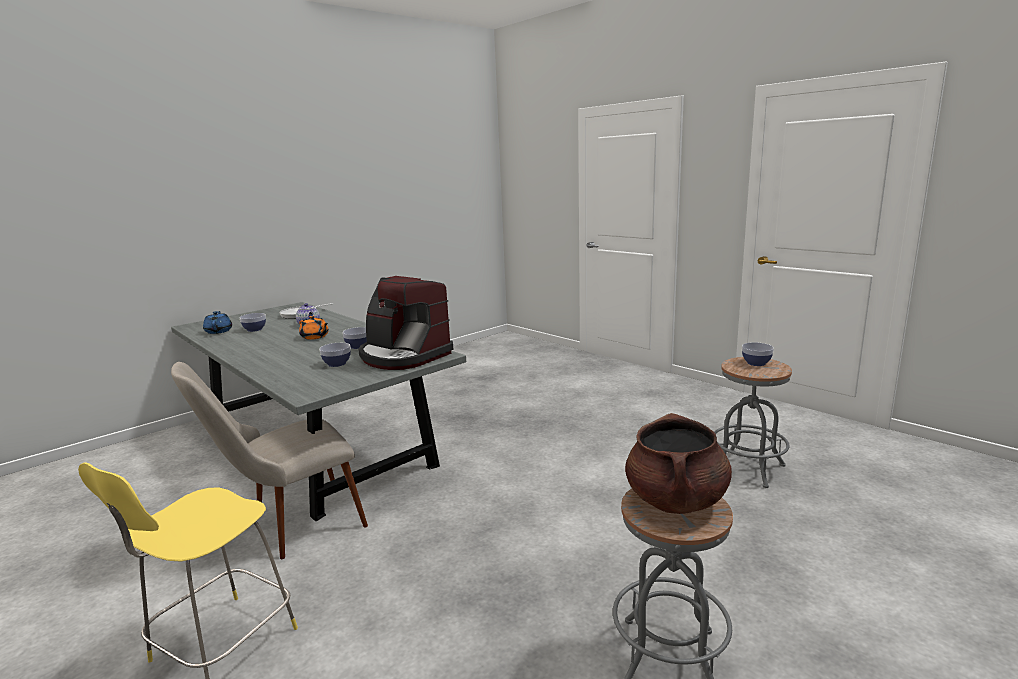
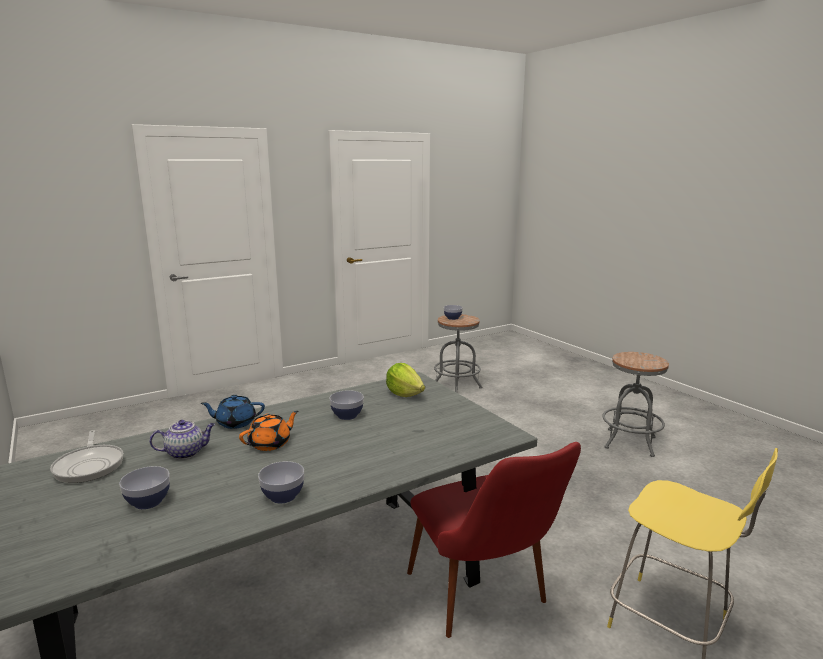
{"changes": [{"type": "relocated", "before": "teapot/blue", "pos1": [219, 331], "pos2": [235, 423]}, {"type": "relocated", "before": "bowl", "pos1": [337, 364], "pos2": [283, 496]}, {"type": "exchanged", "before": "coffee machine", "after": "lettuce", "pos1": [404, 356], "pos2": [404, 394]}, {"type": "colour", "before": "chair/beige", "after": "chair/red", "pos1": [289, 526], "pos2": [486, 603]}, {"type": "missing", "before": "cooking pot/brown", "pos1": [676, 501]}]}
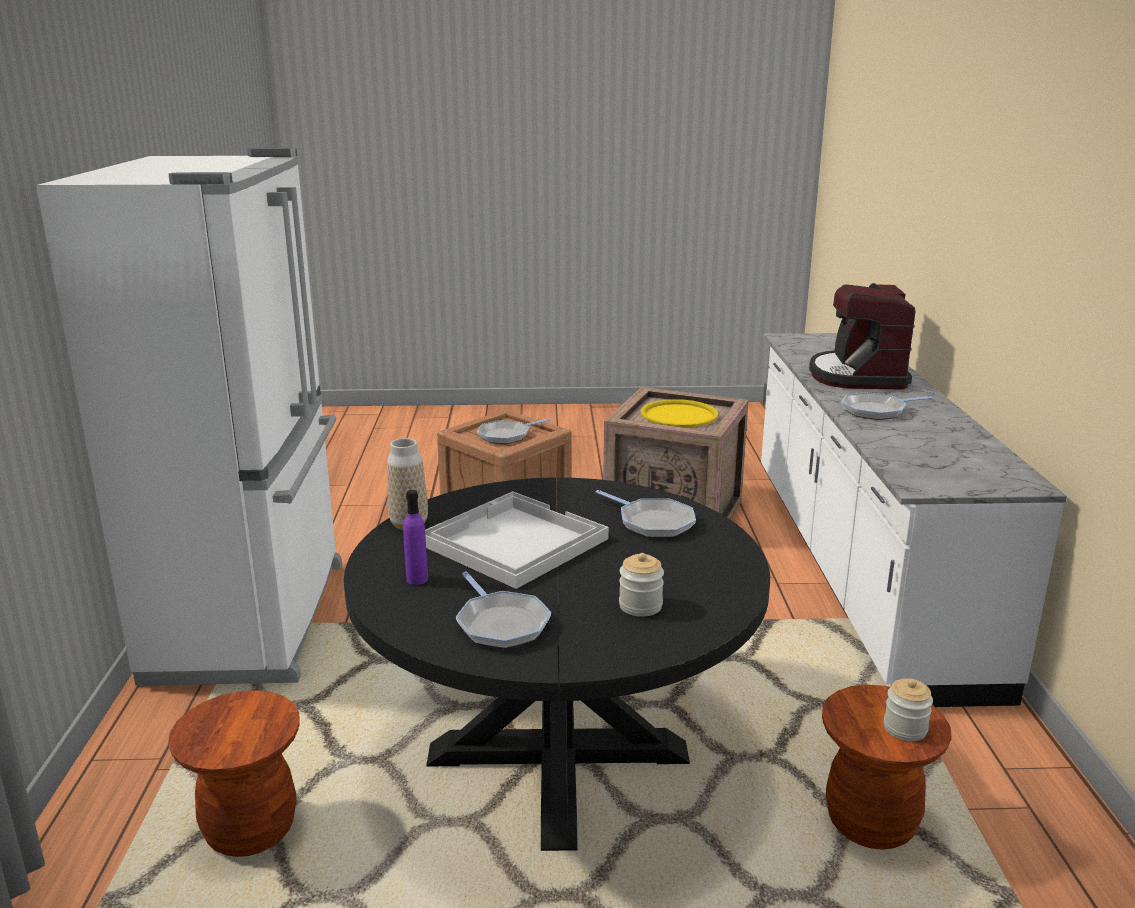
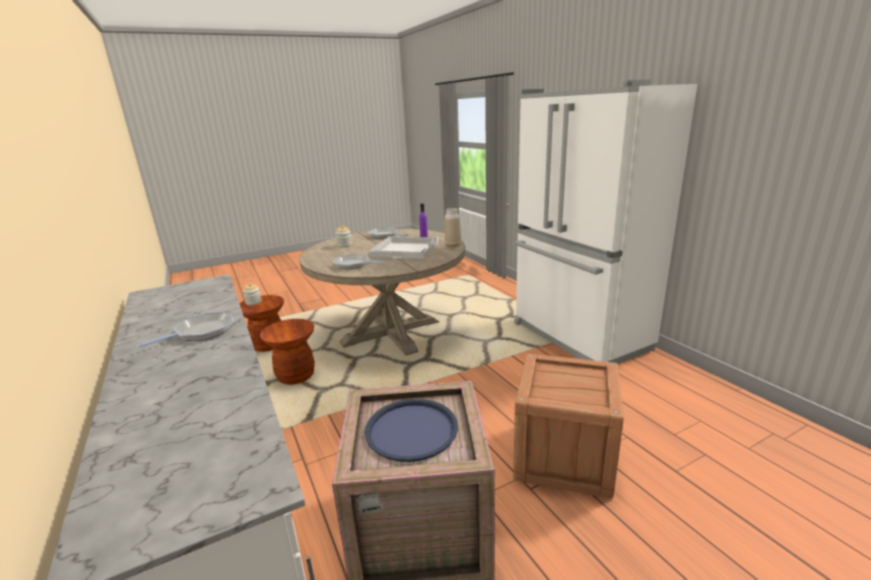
{"changes": [{"type": "relocated", "before": "stool/brown", "pos1": [250, 829], "pos2": [296, 376]}, {"type": "colour", "before": "dining table/black", "after": "dining table/beige", "pos1": [558, 755], "pos2": [391, 332]}, {"type": "colour", "before": "tray/yellow", "after": "tray/blue", "pos1": [679, 415], "pos2": [411, 430]}, {"type": "missing", "before": "frying pan", "pos1": [506, 435]}, {"type": "missing", "before": "coffee machine", "pos1": [857, 376]}]}
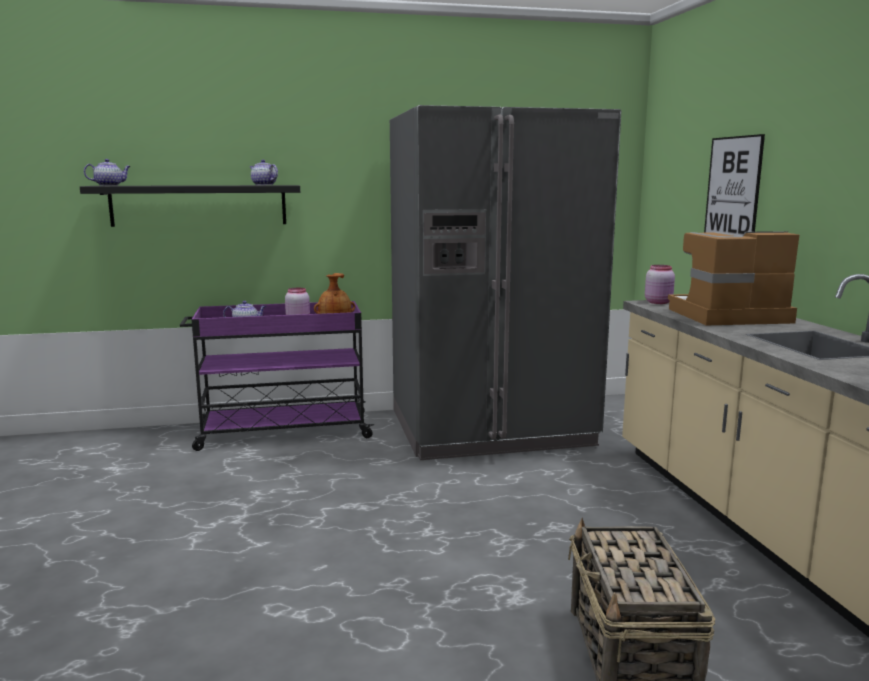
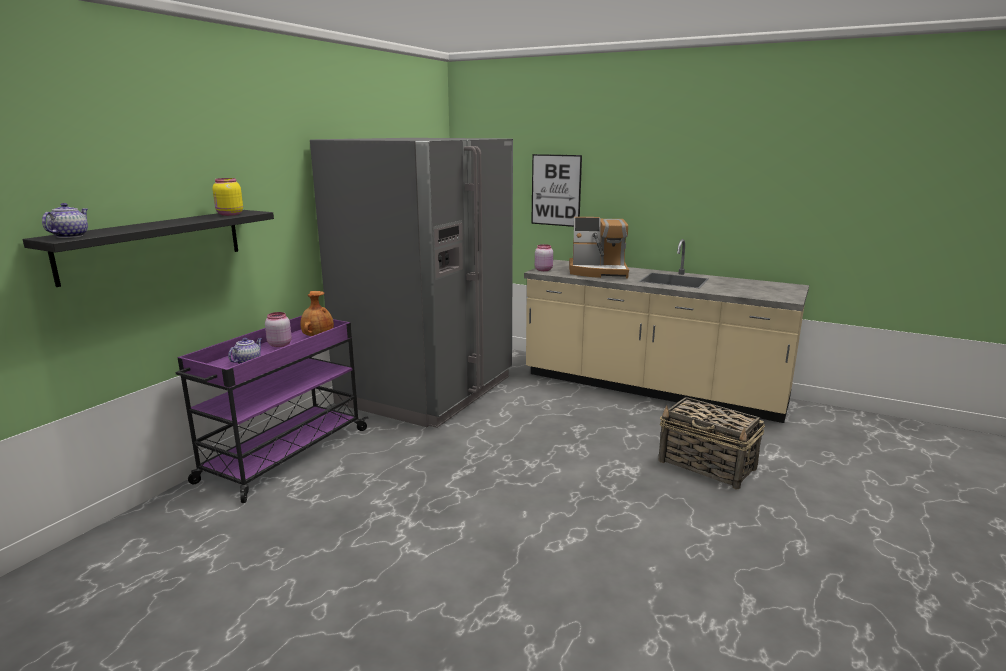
{"changes": [{"type": "exchanged", "before": "teapot", "after": "jar/yellow", "pos1": [263, 185], "pos2": [229, 214]}, {"type": "spun", "before": "coffee machine", "pos1": [727, 316], "pos2": [598, 272], "turn": -120}]}
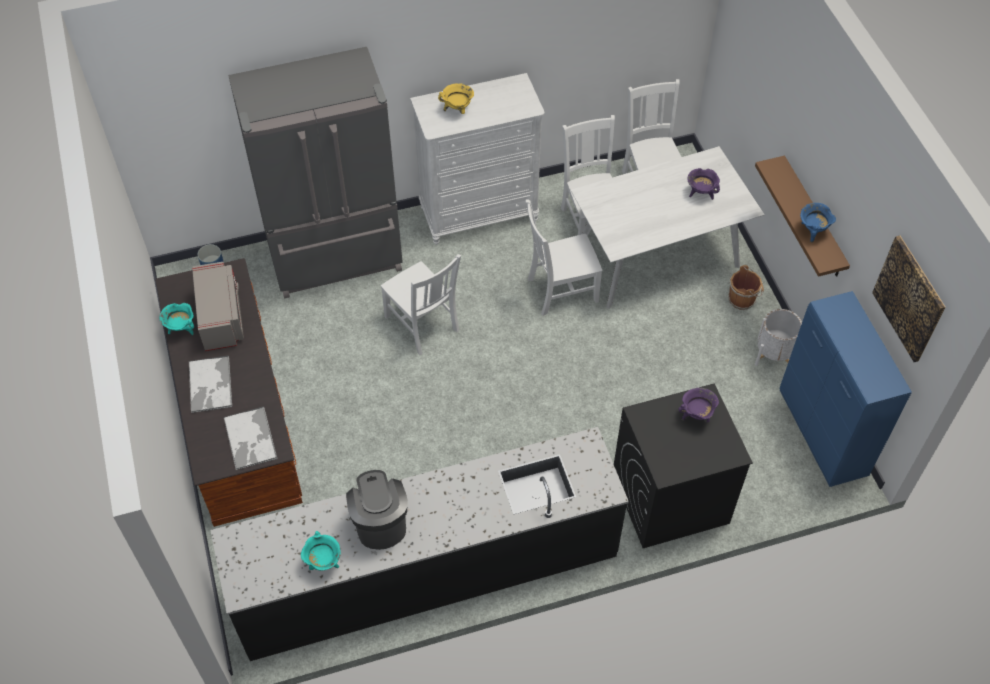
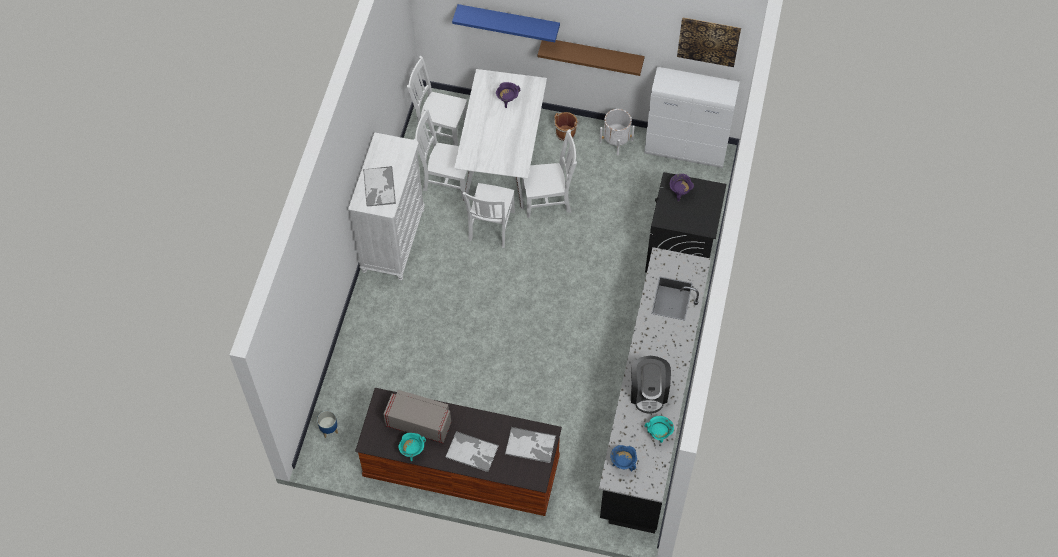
{"changes": [{"type": "exchanged", "before": "cooking pot/yellow", "after": "tray", "pos1": [457, 109], "pos2": [379, 187]}, {"type": "appeared", "after": "shelf/blue", "pos2": [508, 20]}, {"type": "relocated", "before": "chair/white", "pos1": [423, 325], "pos2": [548, 200]}, {"type": "relocated", "before": "cooking pot/blue", "pos1": [812, 231], "pos2": [623, 463]}, {"type": "spun", "before": "coffee machine", "pos1": [379, 522], "pos2": [648, 392], "turn": -105}, {"type": "colour", "before": "cabinet/blue", "after": "cabinet/white", "pos1": [823, 434], "pos2": [686, 150]}, {"type": "missing", "before": "fridge/grey", "pos1": [336, 258]}]}
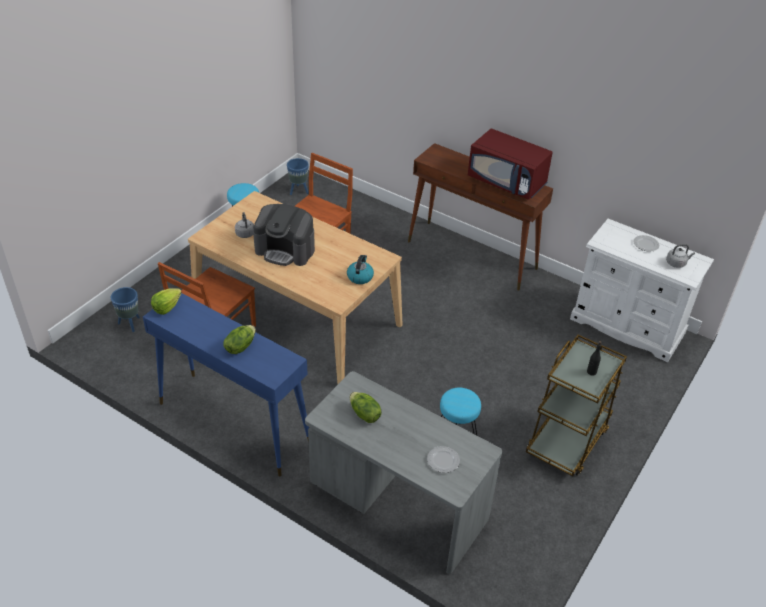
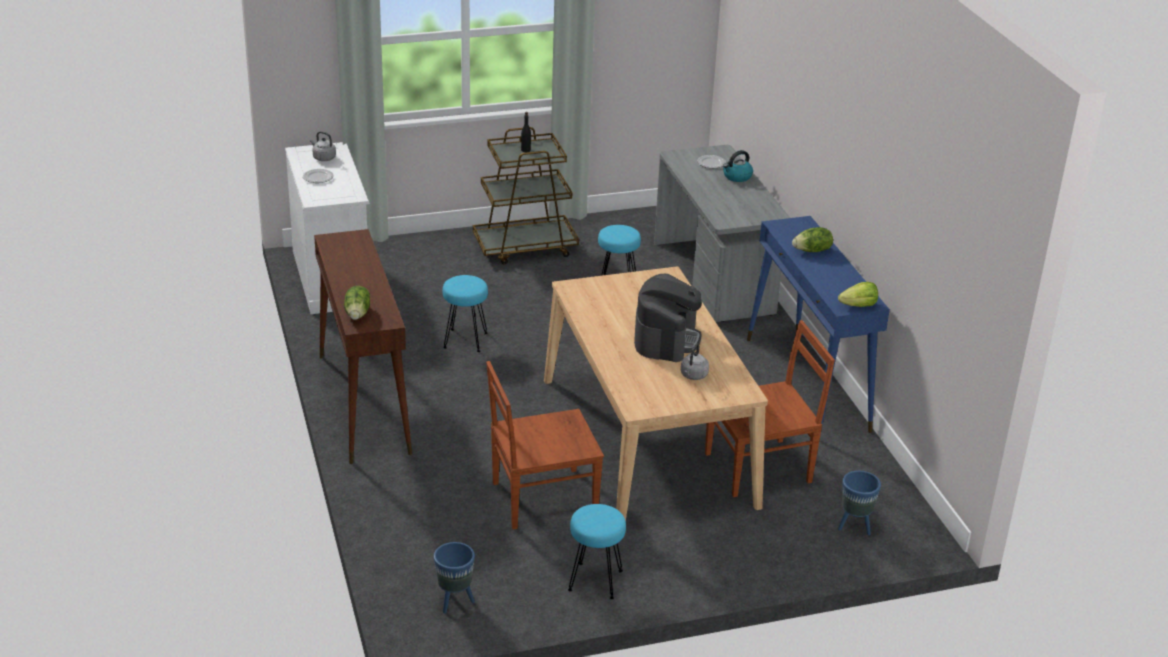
{"changes": [{"type": "relocated", "before": "lettuce", "pos1": [364, 414], "pos2": [358, 314]}, {"type": "appeared", "after": "stool/turquoise", "pos2": [465, 340]}, {"type": "spun", "before": "coffee machine", "pos1": [285, 250], "pos2": [666, 339], "turn": 45}, {"type": "relocated", "before": "kettle", "pos1": [360, 277], "pos2": [737, 177]}, {"type": "missing", "before": "microwave/red", "pos1": [507, 182]}]}
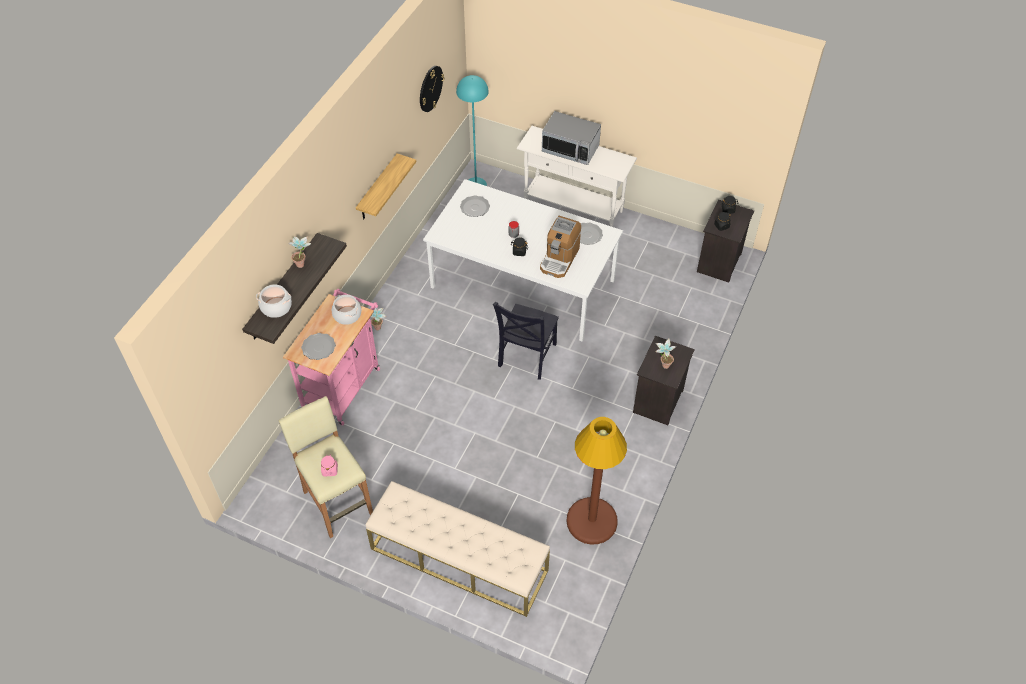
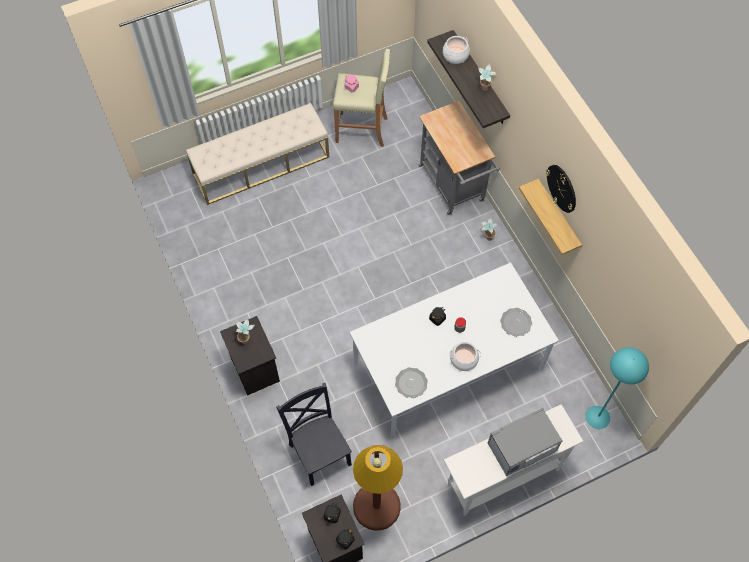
{"changes": [{"type": "relocated", "before": "chair/black", "pos1": [526, 357], "pos2": [319, 451]}, {"type": "relocated", "before": "floor lamp/brown", "pos1": [591, 521], "pos2": [376, 506]}, {"type": "colour", "before": "cart/pink", "after": "cart/grey", "pos1": [344, 384], "pos2": [453, 187]}, {"type": "relocated", "before": "cooking pot", "pos1": [347, 315], "pos2": [464, 359]}, {"type": "relocated", "before": "wall clock", "pos1": [430, 88], "pos2": [562, 188]}, {"type": "missing", "before": "plate", "pos1": [318, 348]}, {"type": "missing", "before": "coffee machine", "pos1": [559, 259]}]}
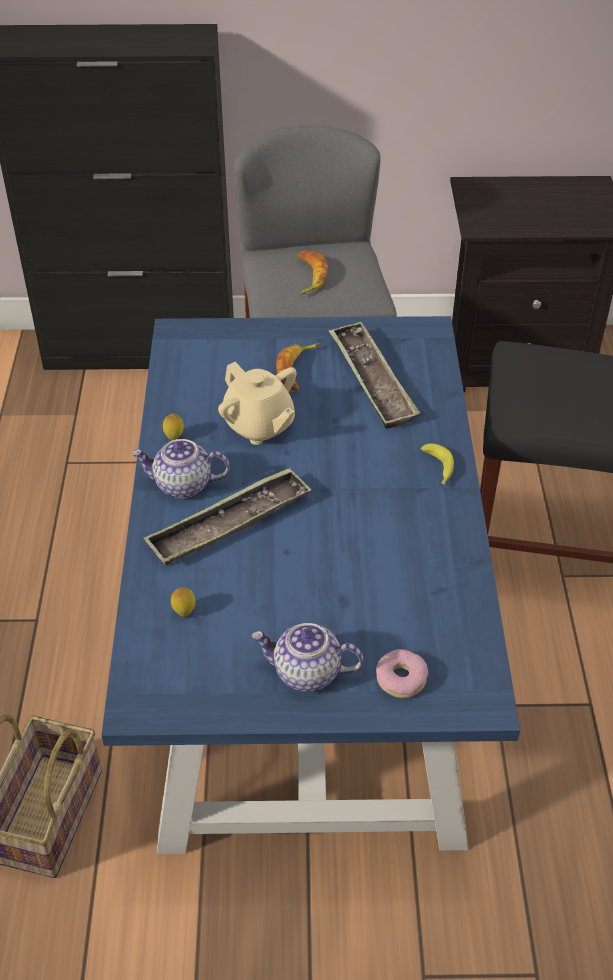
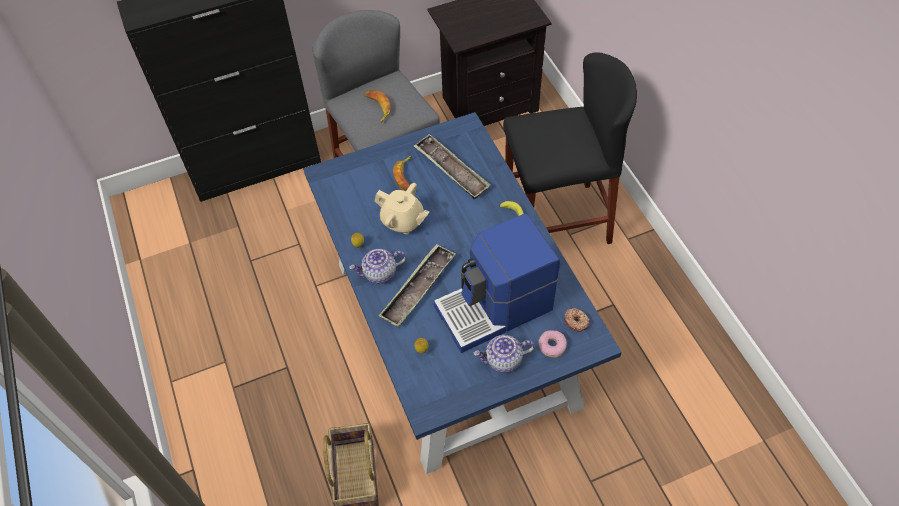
{"changes": [{"type": "appeared", "after": "coffee machine", "pos2": [495, 308]}, {"type": "appeared", "after": "donut", "pos2": [576, 321]}]}
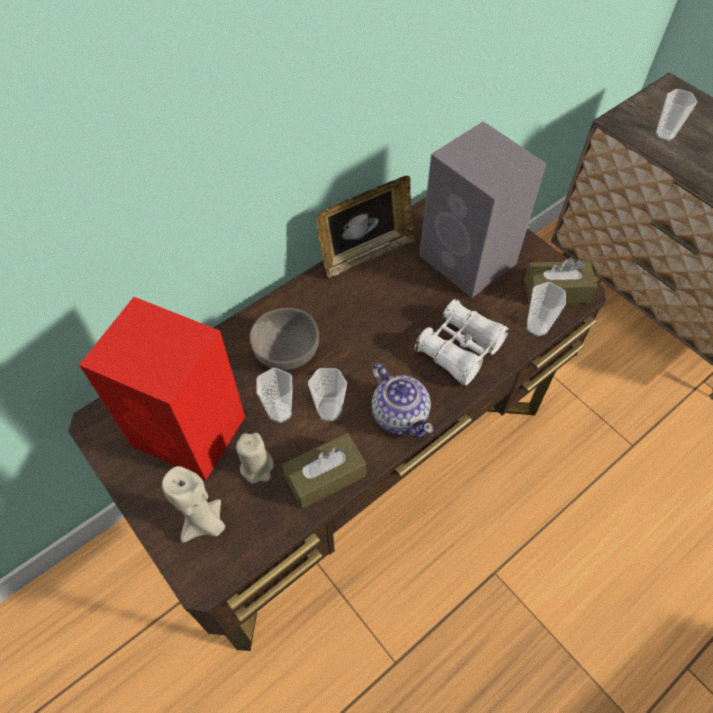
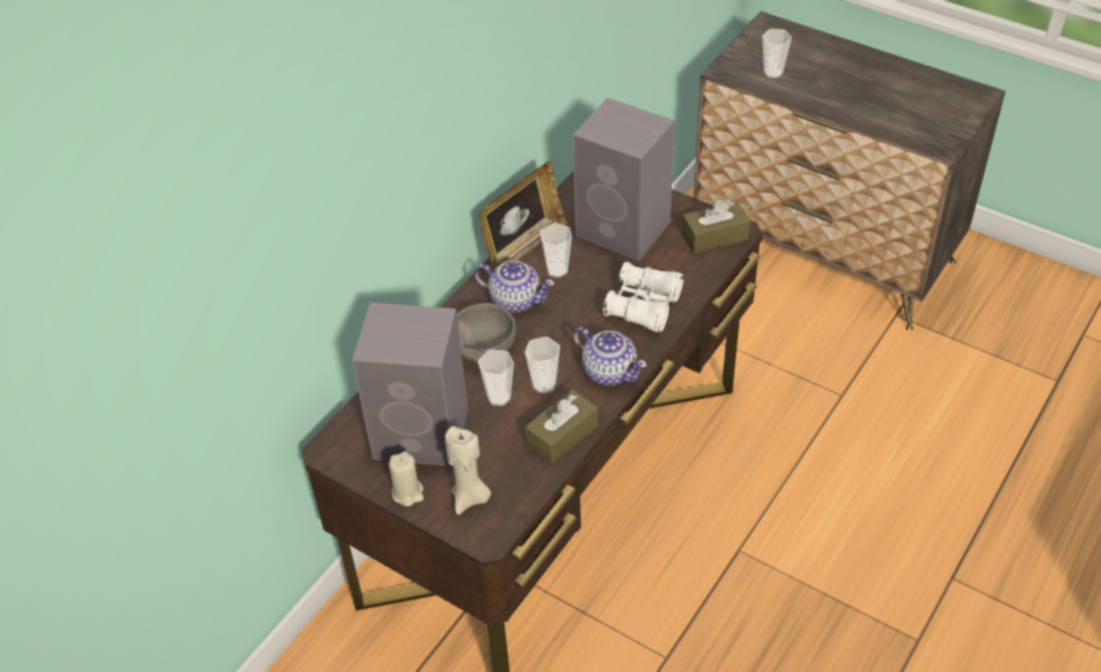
{"changes": [{"type": "colour", "before": "speaker/red", "after": "speaker/grey", "pos1": [191, 432], "pos2": [423, 434]}, {"type": "relocated", "before": "candle/beige", "pos1": [257, 467], "pos2": [408, 493]}, {"type": "appeared", "after": "teapot", "pos2": [515, 300]}, {"type": "relocated", "before": "cup", "pos1": [537, 327], "pos2": [557, 270]}]}
